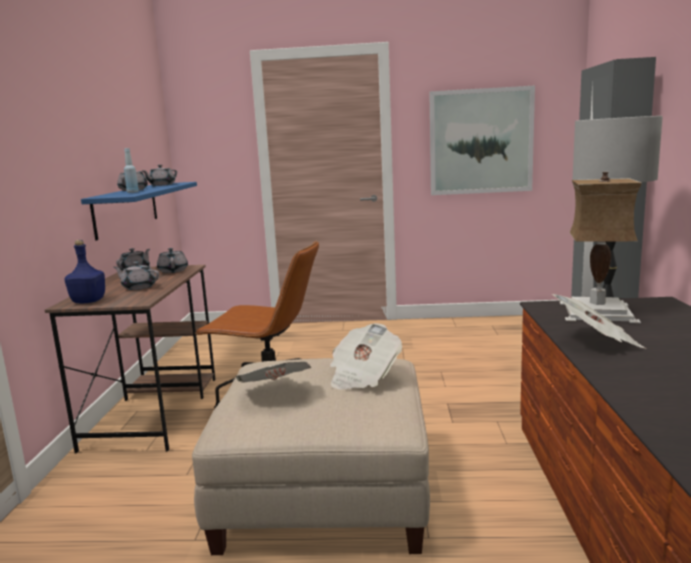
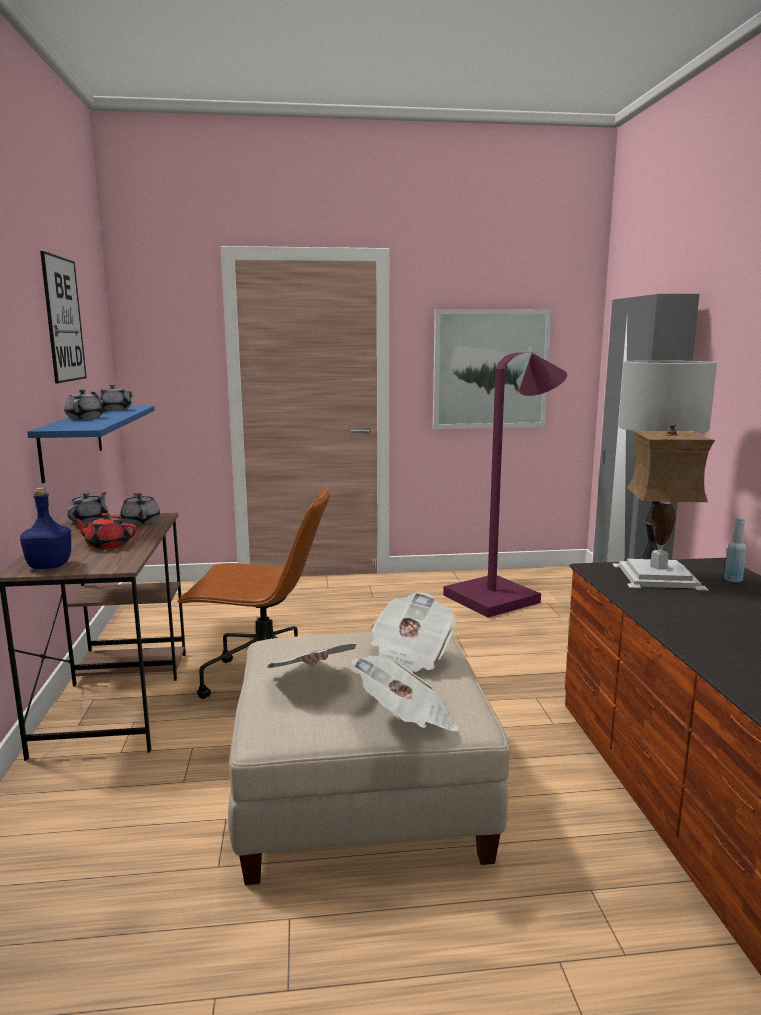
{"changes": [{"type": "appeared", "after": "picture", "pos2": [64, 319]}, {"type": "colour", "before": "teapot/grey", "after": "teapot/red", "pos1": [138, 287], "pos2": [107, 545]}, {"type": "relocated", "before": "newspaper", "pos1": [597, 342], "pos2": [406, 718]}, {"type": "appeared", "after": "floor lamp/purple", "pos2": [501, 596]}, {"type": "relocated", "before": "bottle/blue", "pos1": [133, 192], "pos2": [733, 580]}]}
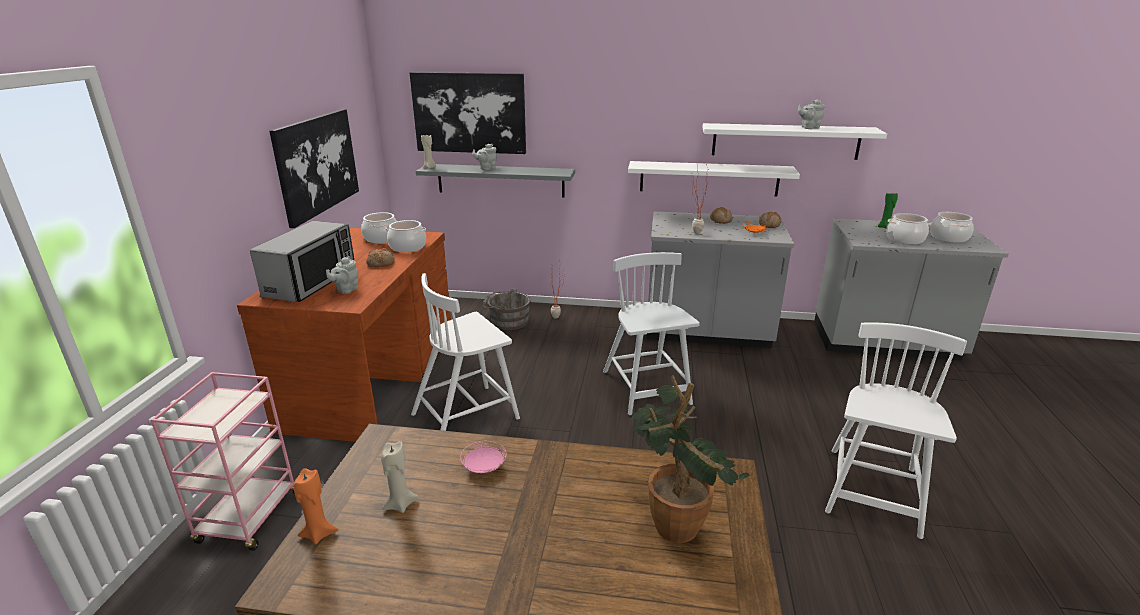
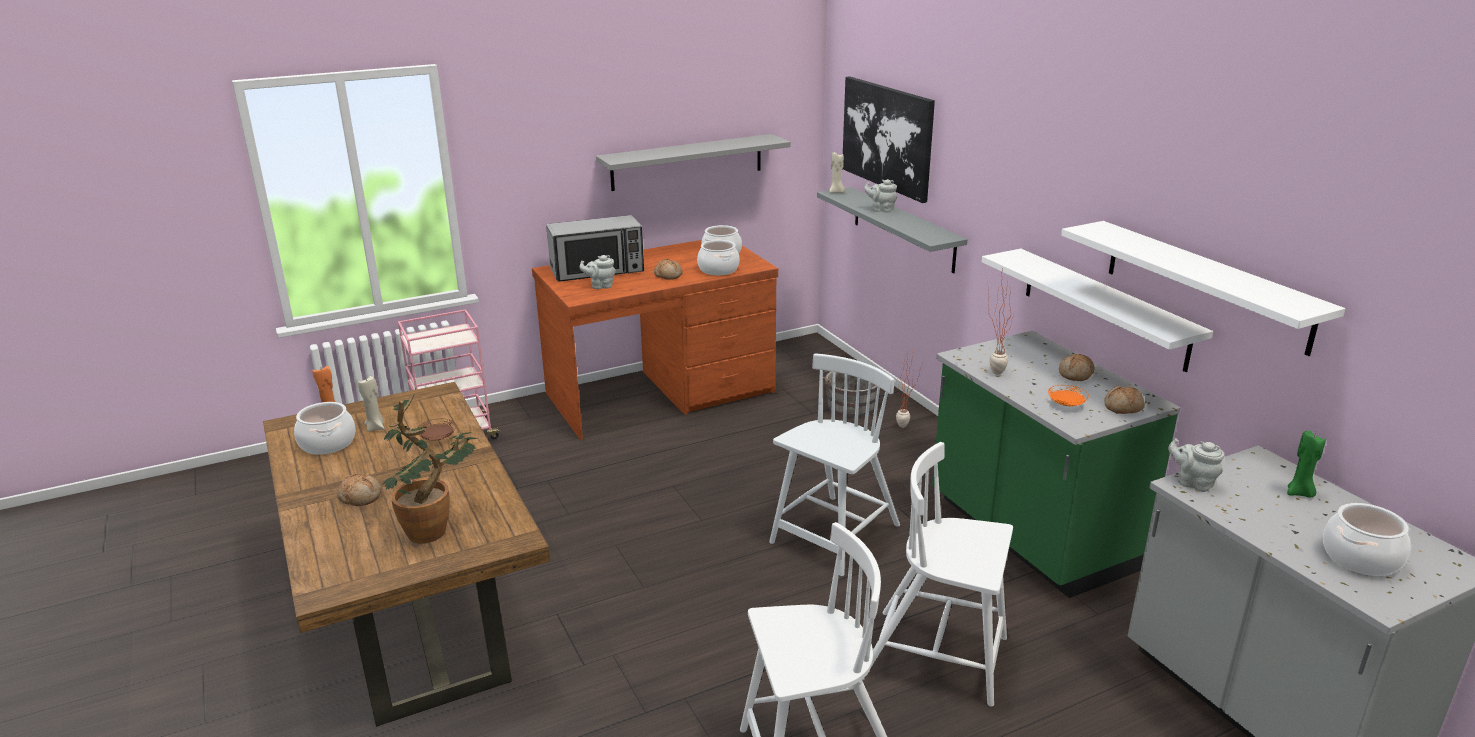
{"changes": [{"type": "relocated", "before": "cooking pot", "pos1": [904, 239], "pos2": [327, 443]}, {"type": "appeared", "after": "bread", "pos2": [361, 497]}, {"type": "colour", "before": "plate/pink", "after": "plate/brown", "pos1": [484, 467], "pos2": [438, 438]}, {"type": "exchanged", "before": "picture", "after": "shelf/grey", "pos1": [317, 164], "pos2": [687, 162]}, {"type": "relocated", "before": "chair/white", "pos1": [467, 415], "pos2": [938, 656]}, {"type": "colour", "before": "counter/grey", "after": "counter/green", "pos1": [707, 332], "pos2": [1029, 534]}, {"type": "relocated", "before": "teapot/grey", "pos1": [809, 128], "pos2": [1192, 483]}]}
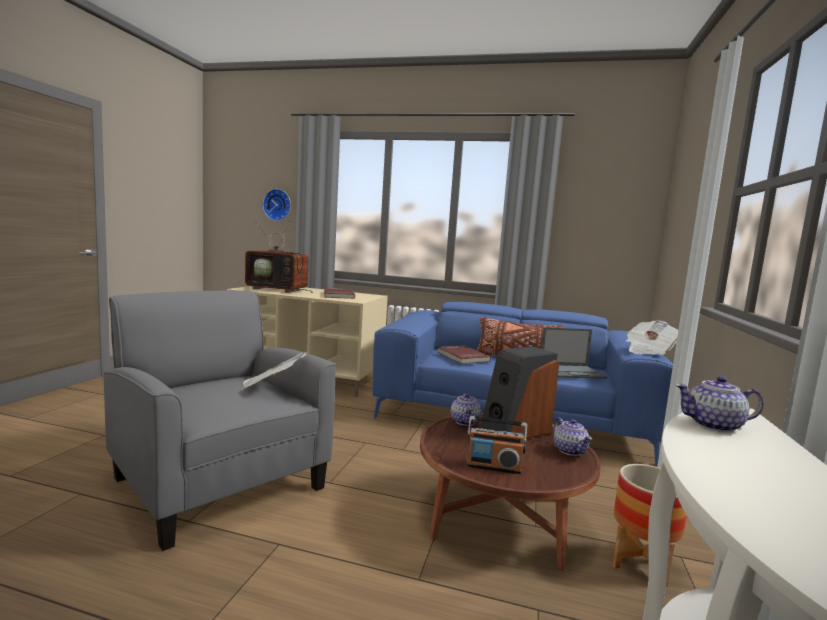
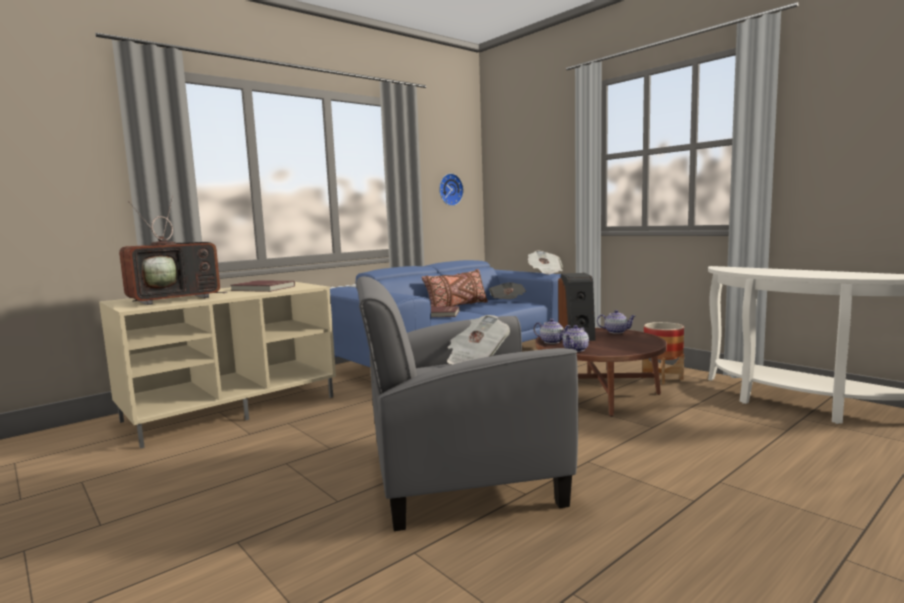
{"changes": [{"type": "relocated", "before": "wall clock", "pos1": [278, 205], "pos2": [449, 189]}, {"type": "exchanged", "before": "laptop", "after": "newspaper", "pos1": [572, 372], "pos2": [507, 302]}, {"type": "relocated", "before": "teapot", "pos1": [714, 425], "pos2": [576, 349]}, {"type": "missing", "before": "radio", "pos1": [493, 467]}]}
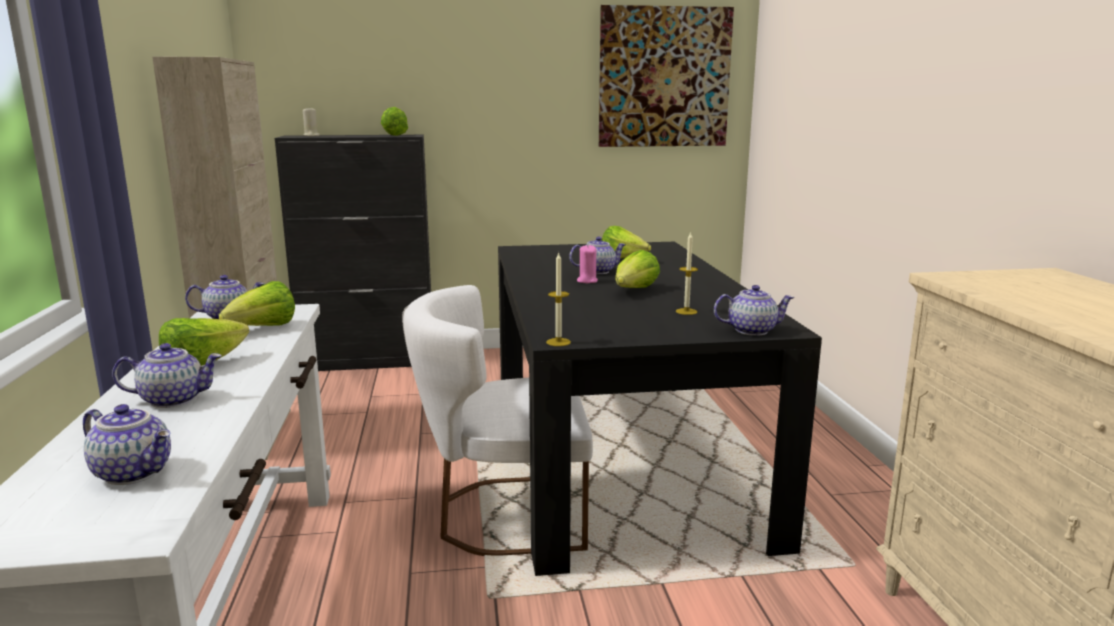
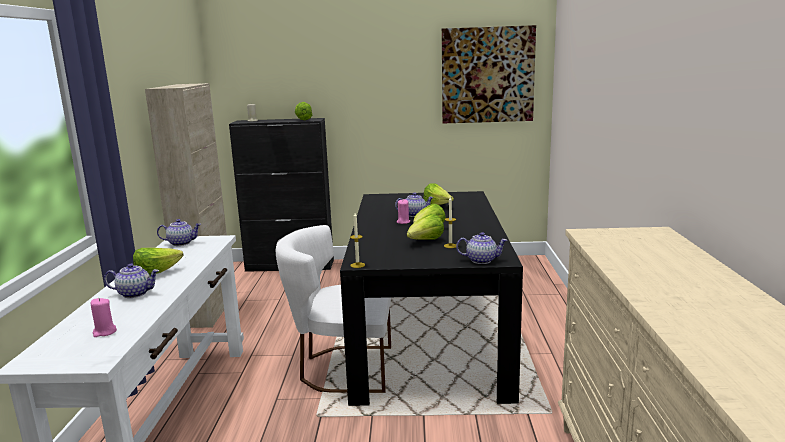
{"changes": [{"type": "exchanged", "before": "teapot", "after": "candle/pink", "pos1": [135, 472], "pos2": [104, 332]}, {"type": "relocated", "before": "lettuce", "pos1": [263, 329], "pos2": [425, 241]}]}
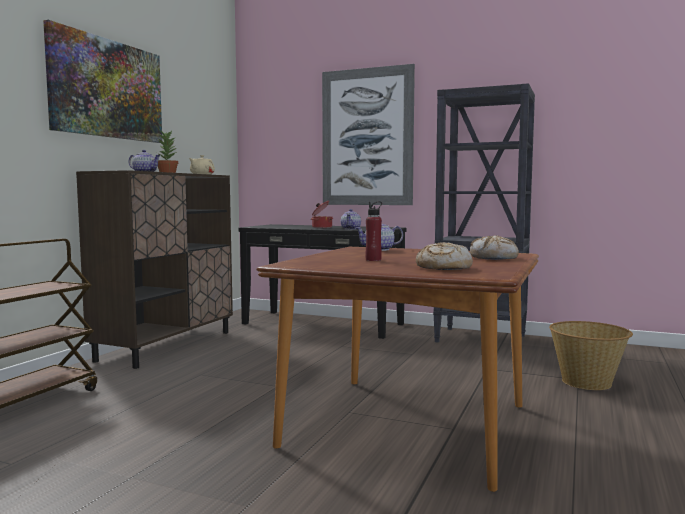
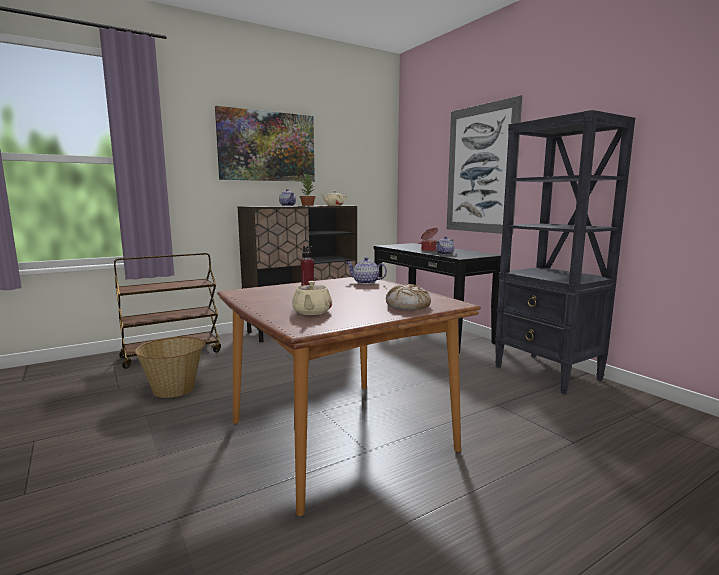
{"changes": [{"type": "relocated", "before": "basket", "pos1": [587, 382], "pos2": [174, 389]}, {"type": "exchanged", "before": "bread", "after": "teapot/beige", "pos1": [443, 268], "pos2": [312, 312]}]}
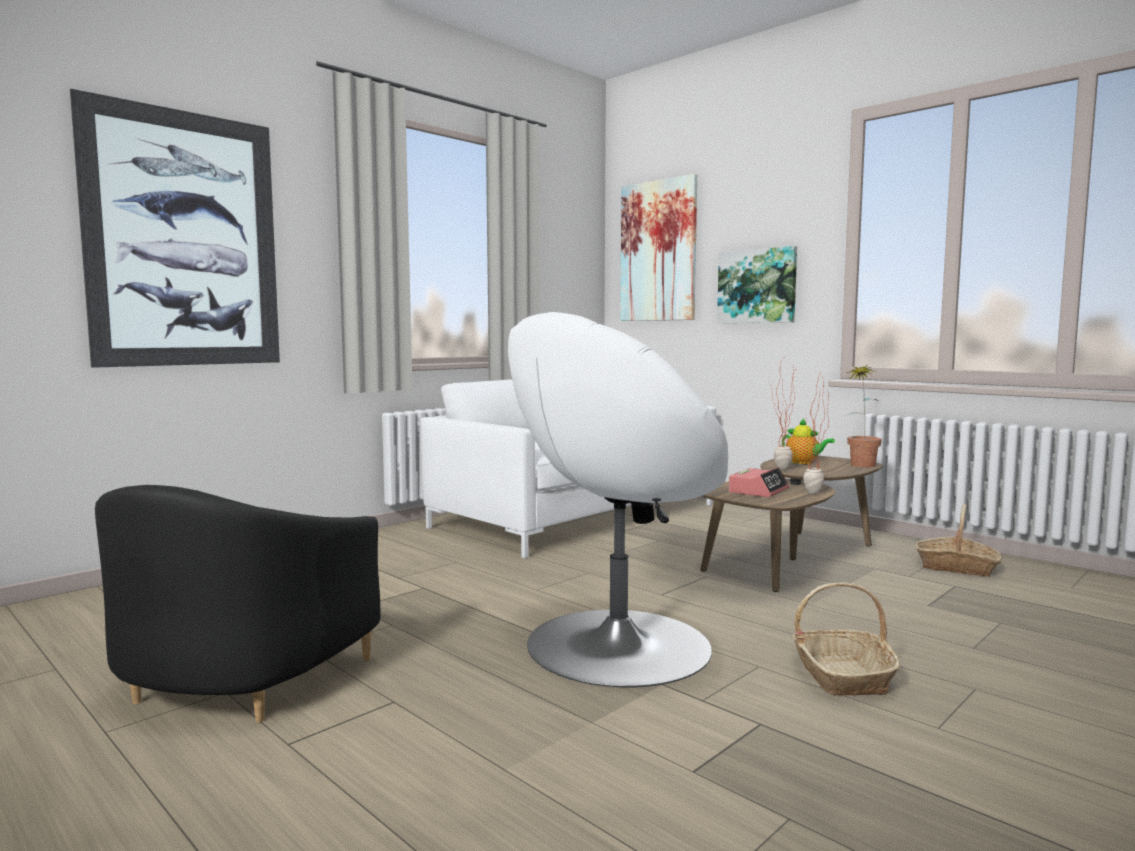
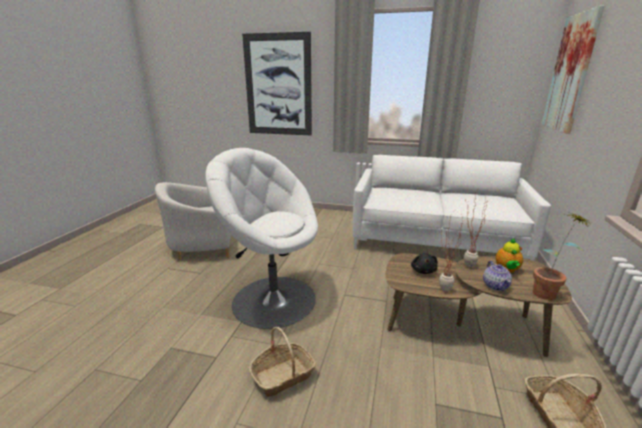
{"changes": [{"type": "colour", "before": "armchair/black", "after": "armchair/white", "pos1": [241, 681], "pos2": [202, 246]}, {"type": "exchanged", "before": "alarm clock", "after": "plush toy/black", "pos1": [758, 491], "pos2": [423, 271]}, {"type": "appeared", "after": "teapot", "pos2": [495, 286]}, {"type": "missing", "before": "picture", "pos1": [757, 286]}]}
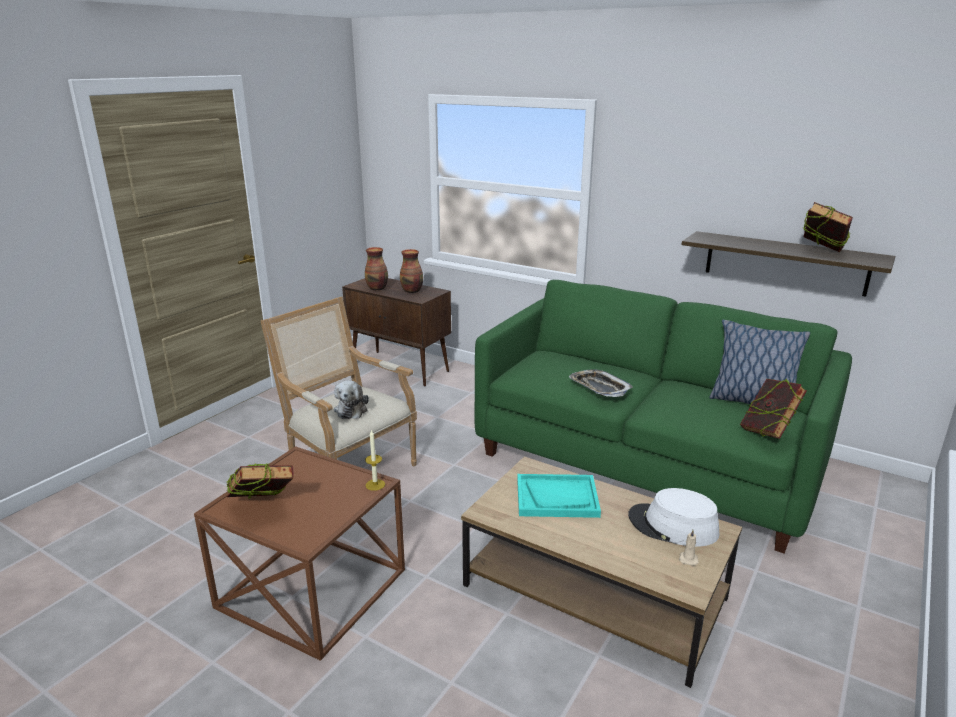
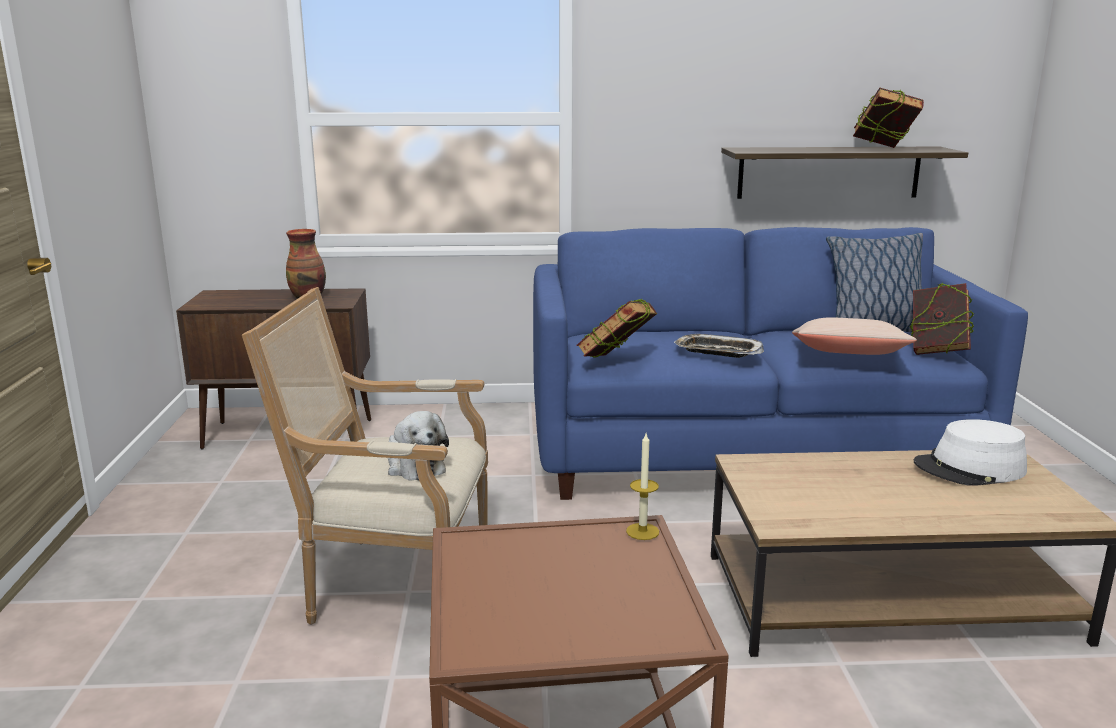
{"changes": [{"type": "colour", "before": "sofa/green", "after": "sofa/blue", "pos1": [645, 463], "pos2": [747, 451]}, {"type": "relocated", "before": "book", "pos1": [263, 509], "pos2": [616, 363]}, {"type": "appeared", "after": "pillow/beige", "pos2": [848, 357]}, {"type": "missing", "before": "vase", "pos1": [377, 288]}, {"type": "missing", "before": "tray/turquoise", "pos1": [557, 498]}, {"type": "missing", "before": "candle/beige", "pos1": [688, 558]}]}
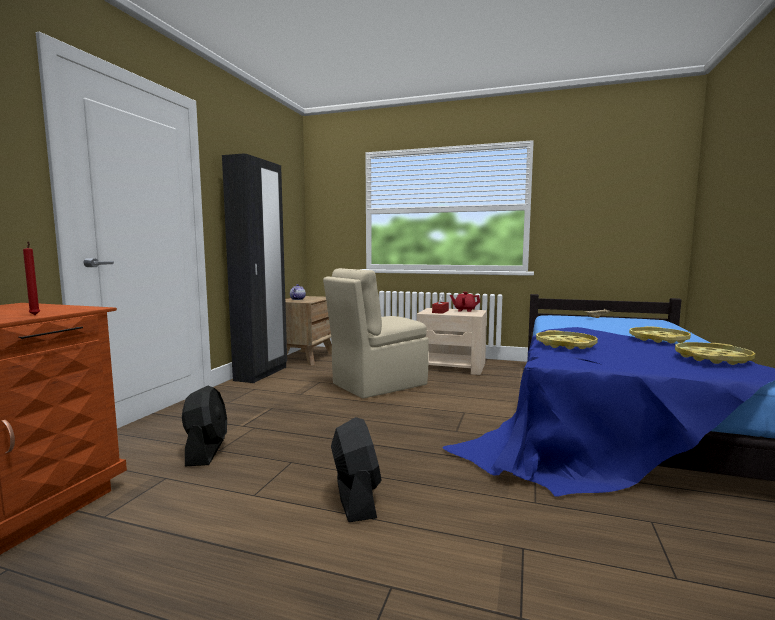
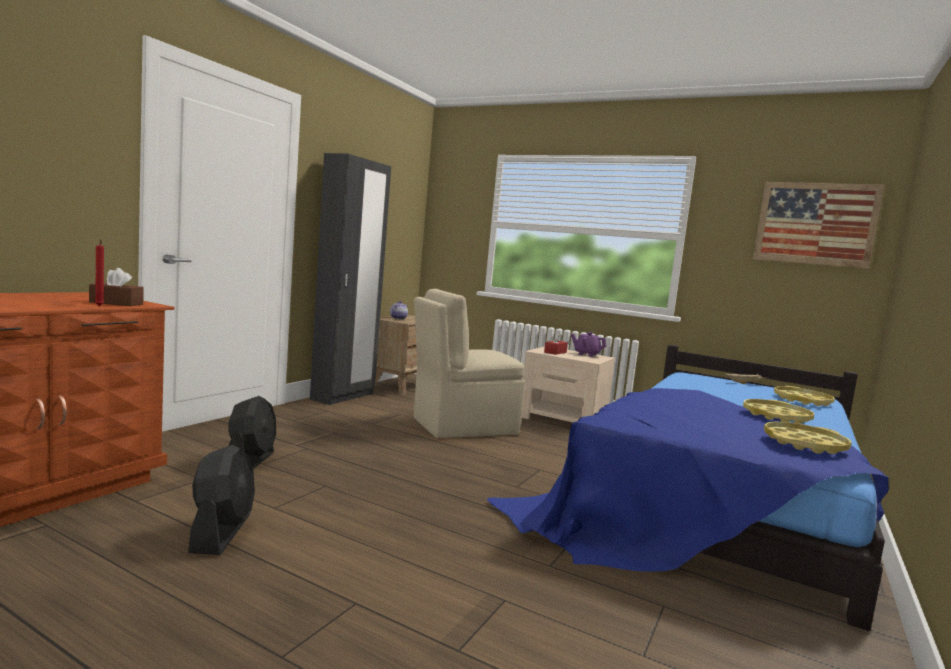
{"changes": [{"type": "appeared", "after": "tissue box/brown", "pos2": [116, 303]}, {"type": "relocated", "before": "fan/black", "pos1": [355, 498], "pos2": [221, 532]}, {"type": "colour", "before": "teapot/red", "after": "teapot/purple", "pos1": [464, 310], "pos2": [586, 354]}, {"type": "appeared", "after": "picture", "pos2": [815, 224]}, {"type": "relocated", "before": "tray/yellow", "pos1": [565, 345], "pos2": [802, 400]}]}
